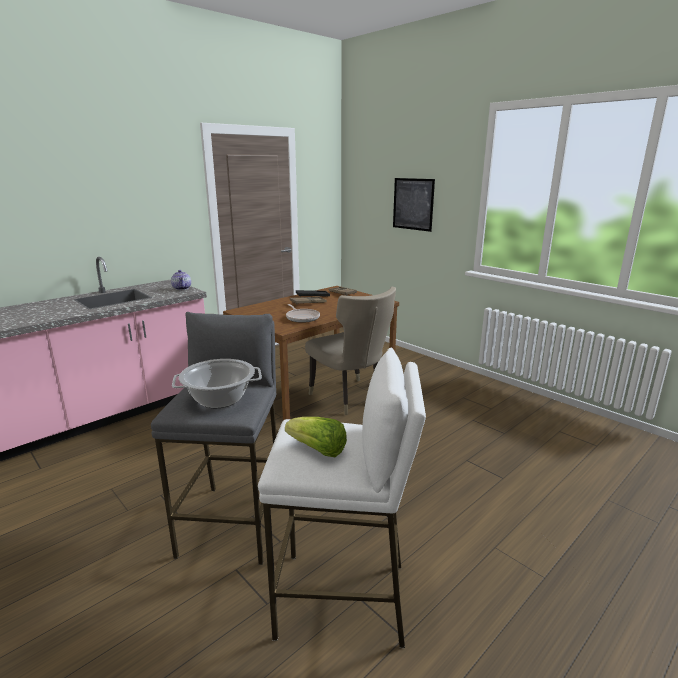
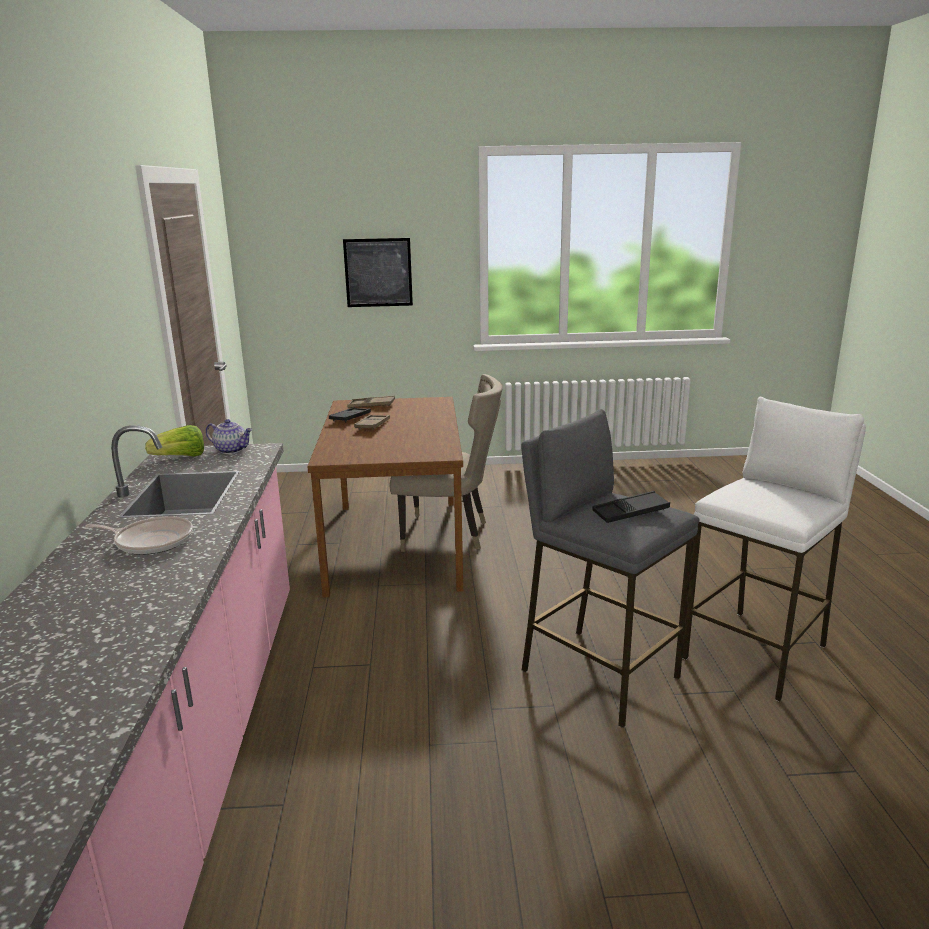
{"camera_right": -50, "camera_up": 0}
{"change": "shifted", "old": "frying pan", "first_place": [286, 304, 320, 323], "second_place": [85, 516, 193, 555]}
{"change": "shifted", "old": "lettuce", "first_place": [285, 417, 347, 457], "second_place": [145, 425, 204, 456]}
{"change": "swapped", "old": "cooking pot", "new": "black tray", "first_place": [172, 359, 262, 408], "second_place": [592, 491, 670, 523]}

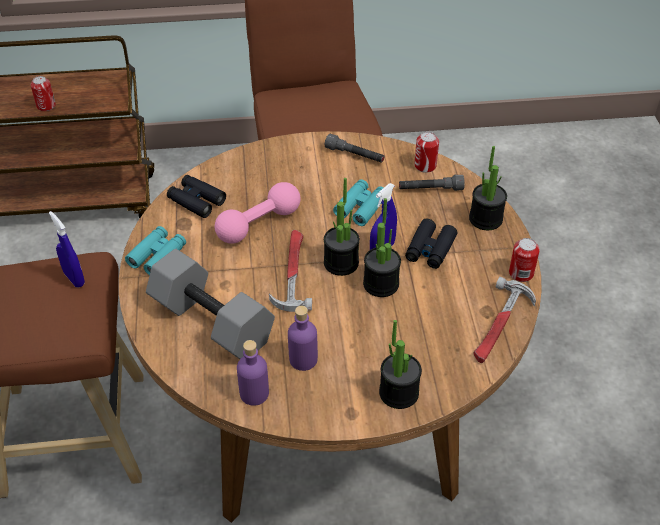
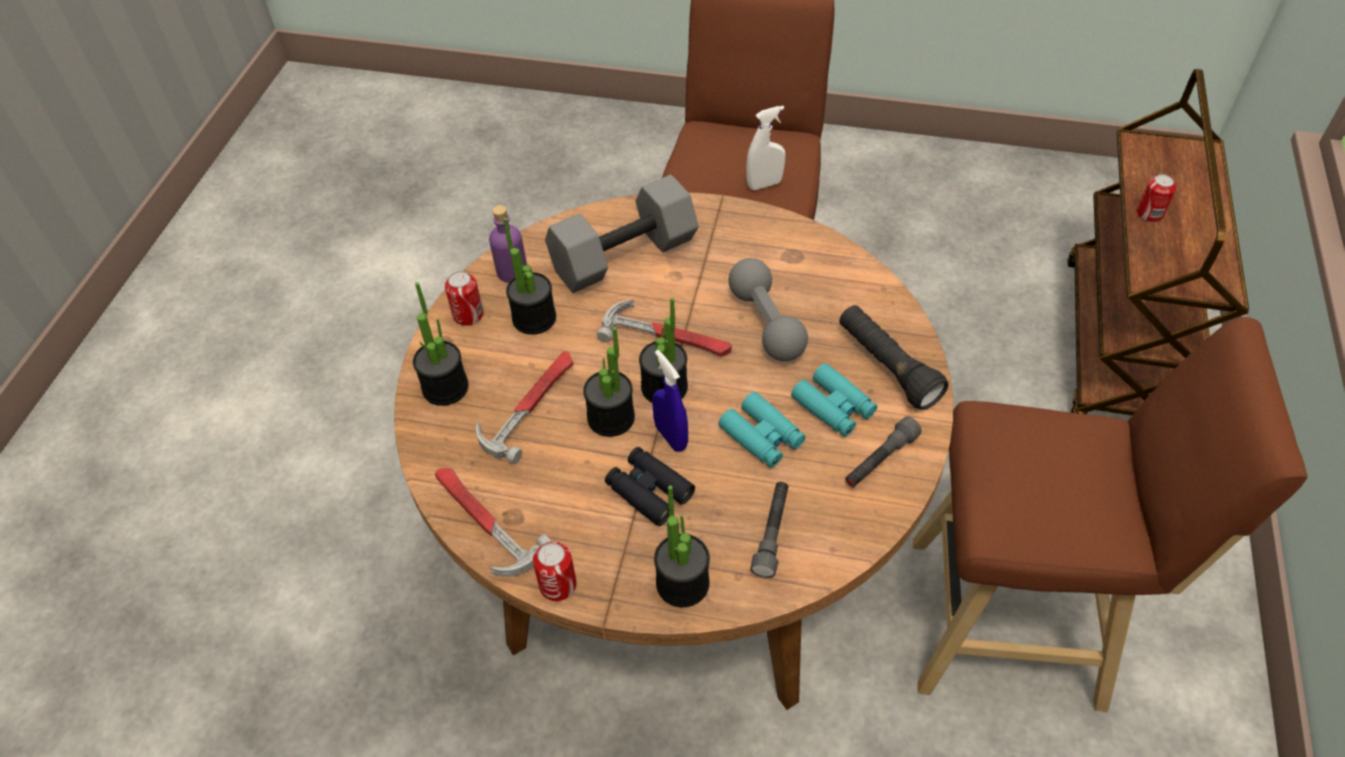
{"camera_right": 110, "camera_up": 5}
{"change": "shifted", "old": "can", "first_place": [414, 132, 439, 173], "second_place": [445, 271, 483, 326]}
{"change": "new", "new": "hammer", "second_place": [476, 351, 573, 464]}
{"change": "swapped", "old": "purple bottle", "new": "potted plant", "first_place": [288, 306, 318, 371], "second_place": [503, 218, 556, 335]}
{"change": "repainted", "old": "pink dumbbell", "new": "grey dumbbell", "first_place": [215, 182, 300, 244], "second_place": [729, 258, 808, 361]}
{"change": "repainted", "old": "blue spray bottle", "new": "white spray bottle", "first_place": [49, 211, 85, 287], "second_place": [746, 106, 785, 190]}
{"change": "shifted", "old": "turquoise binoculars", "first_place": [125, 226, 186, 275], "second_place": [791, 363, 877, 437]}
{"change": "new", "new": "black flashlight", "second_place": [839, 305, 949, 410]}
{"change": "gone", "old": "black binoculars", "first_place": [167, 175, 226, 218]}

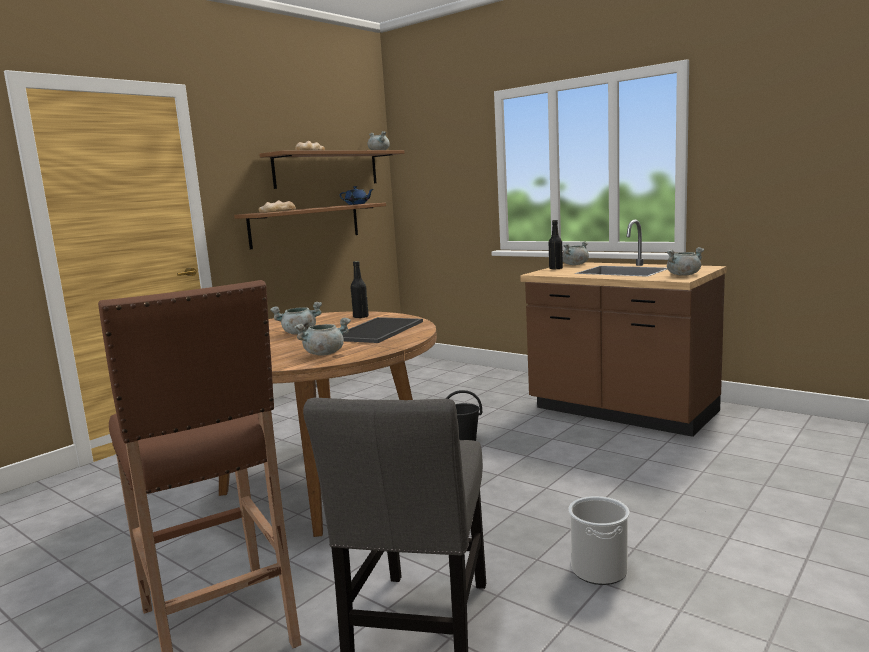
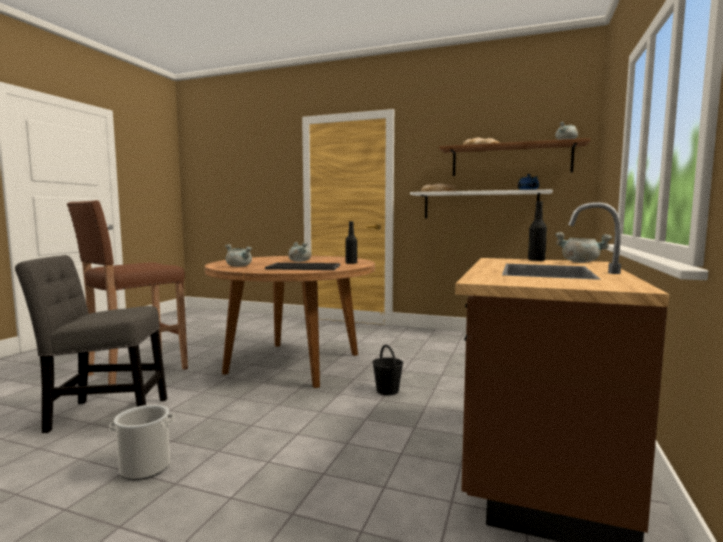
{"camera_right": 70, "camera_up": -5}
{"change": "repainted", "old": "brown shelf", "new": "white shelf", "first_place": [234, 203, 386, 250], "second_place": [410, 189, 553, 218]}
{"change": "gone", "old": "grey cooking pot", "first_place": [667, 247, 704, 276]}

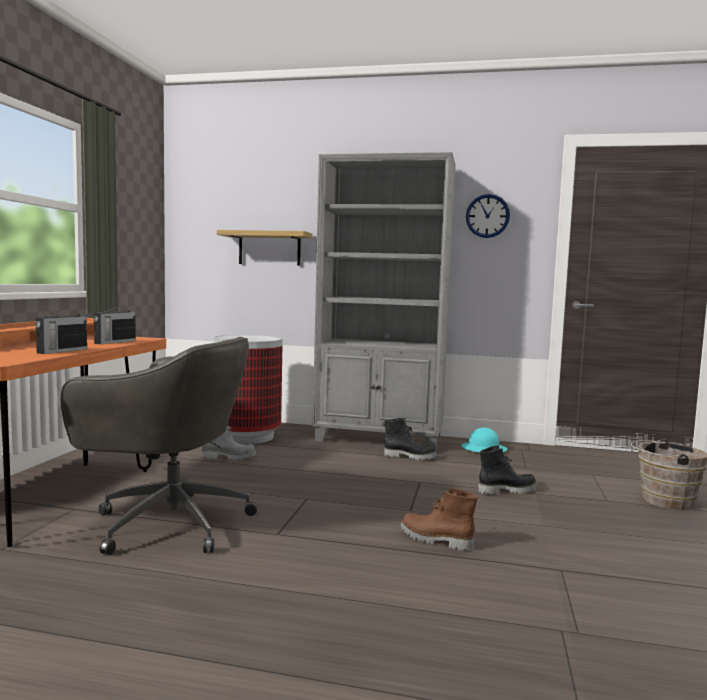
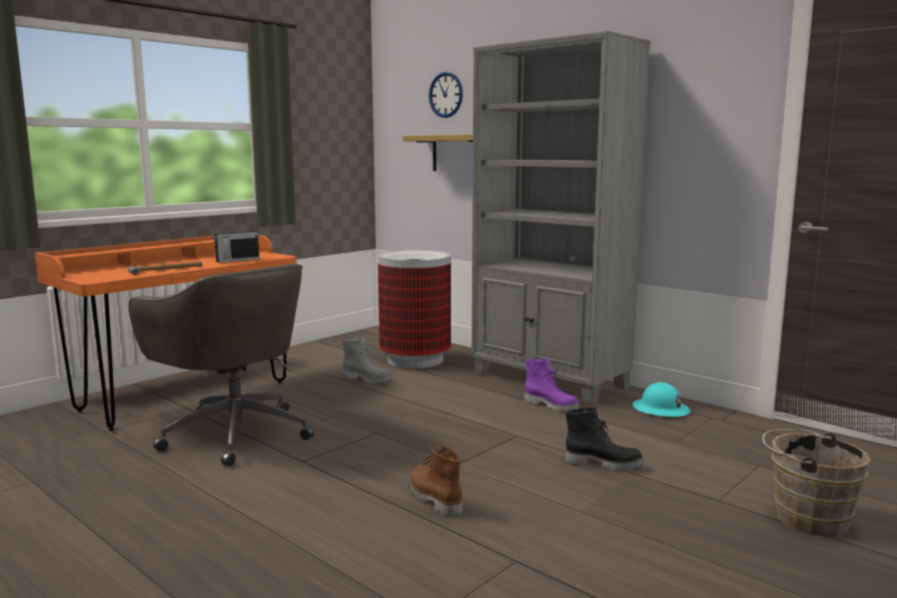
{"camera_right": 30, "camera_up": 5}
{"change": "swapped", "old": "radio", "new": "hammer", "first_place": [35, 307, 87, 354], "second_place": [128, 261, 202, 275]}
{"change": "shifted", "old": "wall clock", "first_place": [466, 194, 510, 238], "second_place": [429, 72, 463, 118]}
{"change": "repainted", "old": "black boot", "new": "purple boot", "first_place": [384, 418, 437, 460], "second_place": [525, 358, 580, 412]}

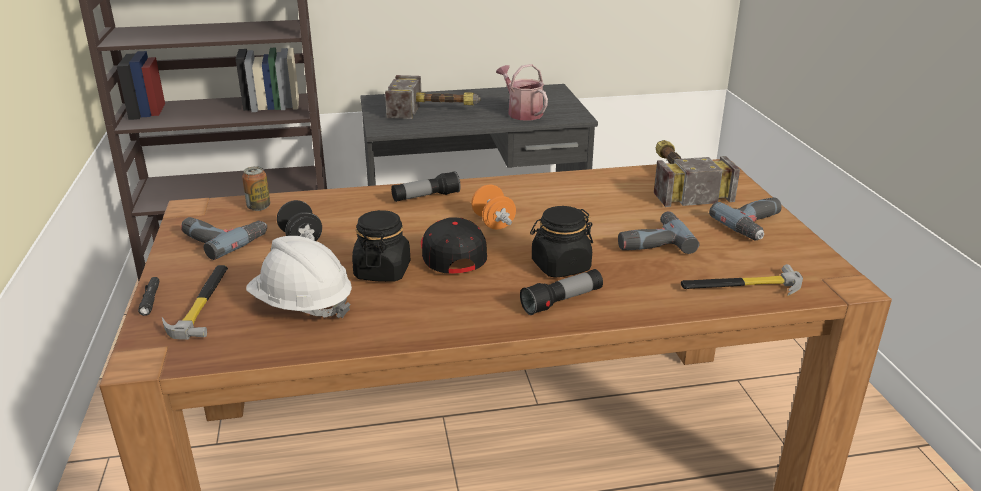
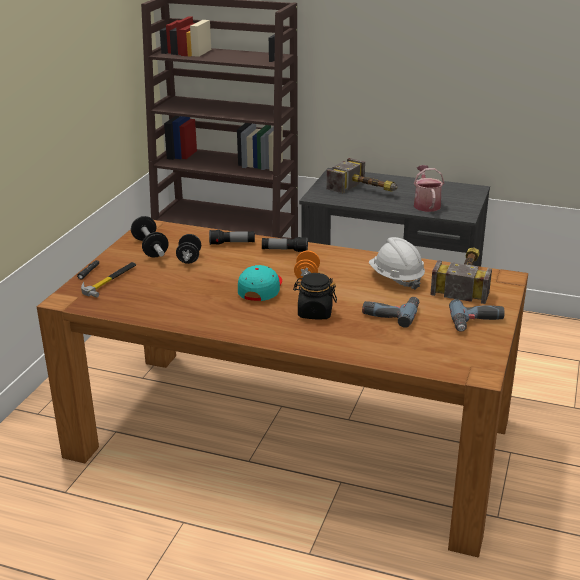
{"camera_right": 30, "camera_up": 0}
{"change": "swapped", "old": "power drill", "new": "dumbbell", "first_place": [181, 217, 267, 260], "second_place": [131, 216, 169, 257]}
{"change": "shifted", "old": "flashlight", "first_place": [520, 269, 603, 315], "second_place": [209, 230, 255, 245]}
{"change": "repainted", "old": "black cap", "new": "turquoise cap", "first_place": [421, 217, 487, 274], "second_place": [238, 265, 282, 301]}
{"change": "shifted", "old": "white hard hat", "first_place": [246, 236, 352, 318], "second_place": [369, 237, 425, 290]}
{"change": "gone", "old": "can", "first_place": [242, 166, 270, 211]}
{"change": "gone", "old": "black jar", "first_place": [352, 210, 410, 282]}
{"change": "gone", "old": "hammer", "first_place": [681, 264, 803, 296]}

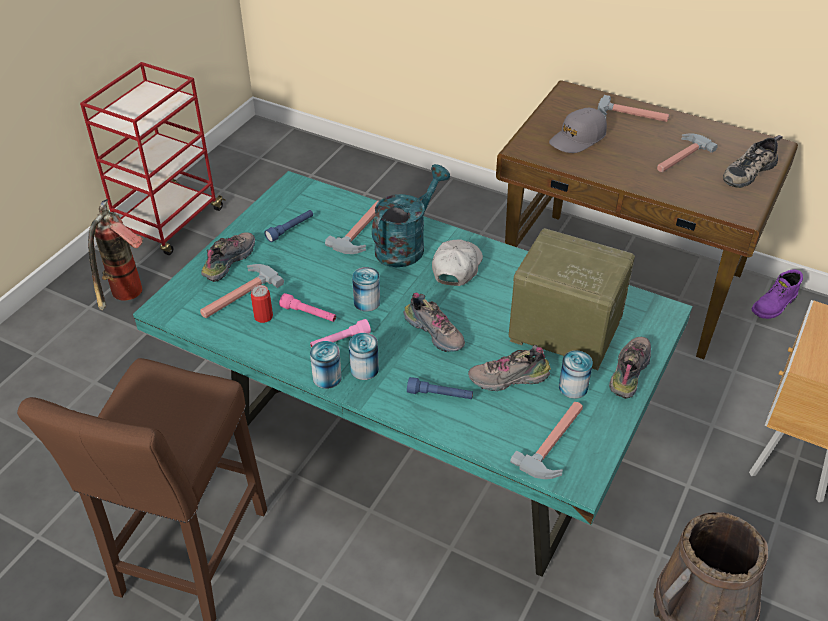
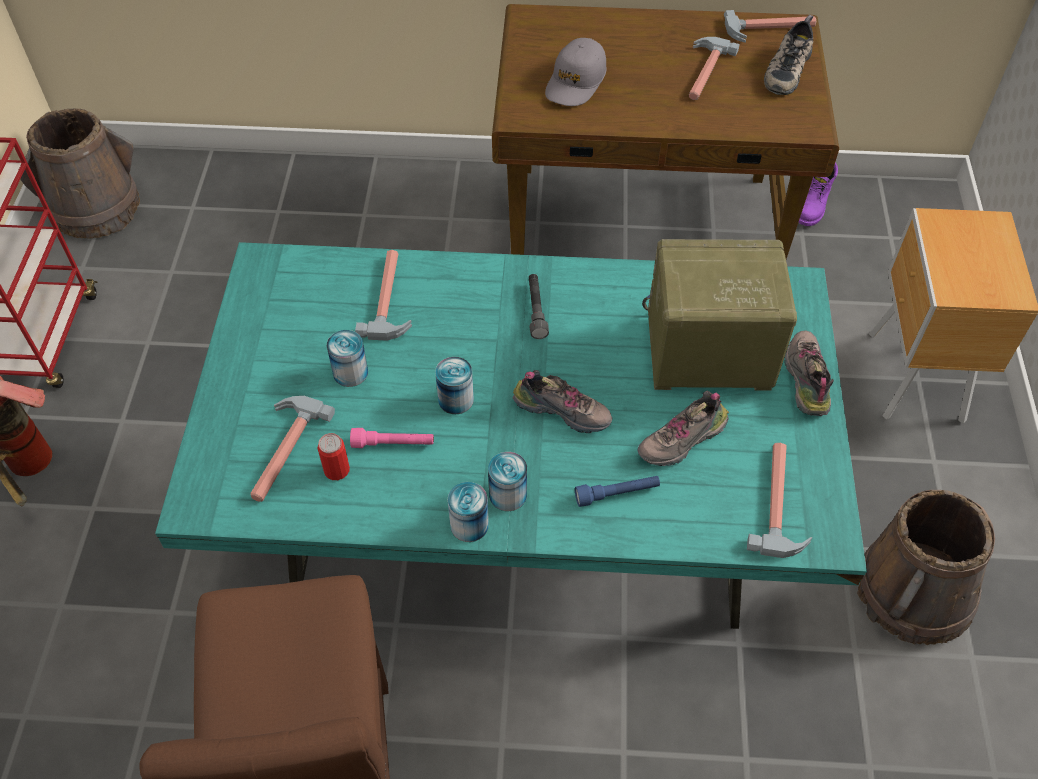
{"camera_right": -25, "camera_up": 10}
{"change": "new", "new": "brown bucket", "second_place": [20, 108, 140, 239]}
{"change": "shifted", "old": "can", "first_place": [559, 350, 593, 399], "second_place": [327, 330, 368, 387]}
{"change": "swapped", "old": "white cap", "new": "grey flashlight", "first_place": [432, 239, 483, 286], "second_place": [529, 274, 549, 339]}
{"change": "shifted", "old": "hammer", "first_place": [598, 95, 669, 122], "second_place": [724, 10, 816, 43]}
{"change": "gone", "old": "shoe", "first_place": [201, 232, 255, 282]}
{"change": "gone", "old": "blue flashlight", "first_place": [264, 210, 313, 242]}
{"change": "gone", "old": "pink flashlight", "first_place": [310, 319, 371, 348]}
{"change": "gone", "old": "turquoise watering can", "first_place": [372, 164, 450, 267]}

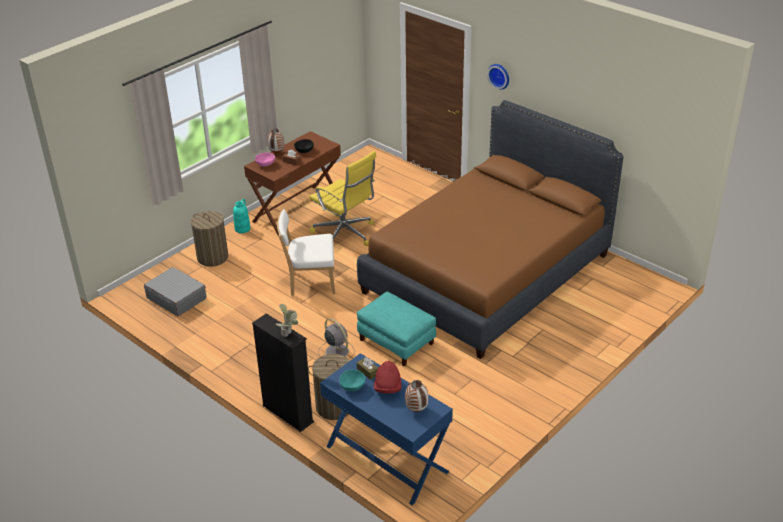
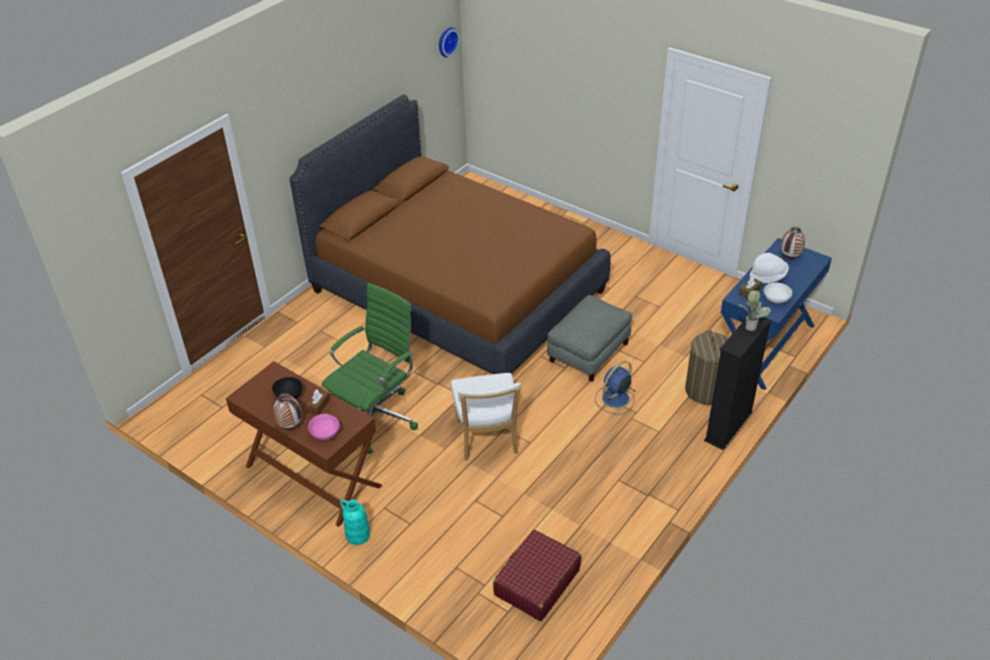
{"camera_right": -95, "camera_up": 5}
{"change": "repainted", "old": "yellow office chair", "new": "green office chair", "first_place": [309, 151, 376, 246], "second_place": [322, 283, 418, 454]}
{"change": "shifted", "old": "wall clock", "first_place": [487, 64, 509, 90], "second_place": [439, 27, 460, 57]}
{"change": "repainted", "old": "grey suitcase", "new": "red suitcase", "first_place": [144, 267, 206, 316], "second_place": [493, 530, 581, 621]}
{"change": "repainted", "old": "turquoise ottoman", "new": "grey ottoman", "first_place": [357, 292, 436, 366], "second_place": [547, 295, 632, 382]}
{"change": "repainted", "old": "grey fan", "new": "blue fan", "first_place": [319, 318, 355, 360], "second_place": [595, 361, 635, 415]}
{"change": "repainted", "old": "red hat", "new": "white hat", "first_place": [374, 361, 402, 394], "second_place": [750, 253, 789, 284]}
{"change": "repainted", "old": "turquoise bowl", "new": "white bowl", "first_place": [339, 370, 365, 392], "second_place": [764, 283, 792, 303]}
{"change": "gone", "old": "laundry basket", "first_place": [191, 211, 228, 267]}

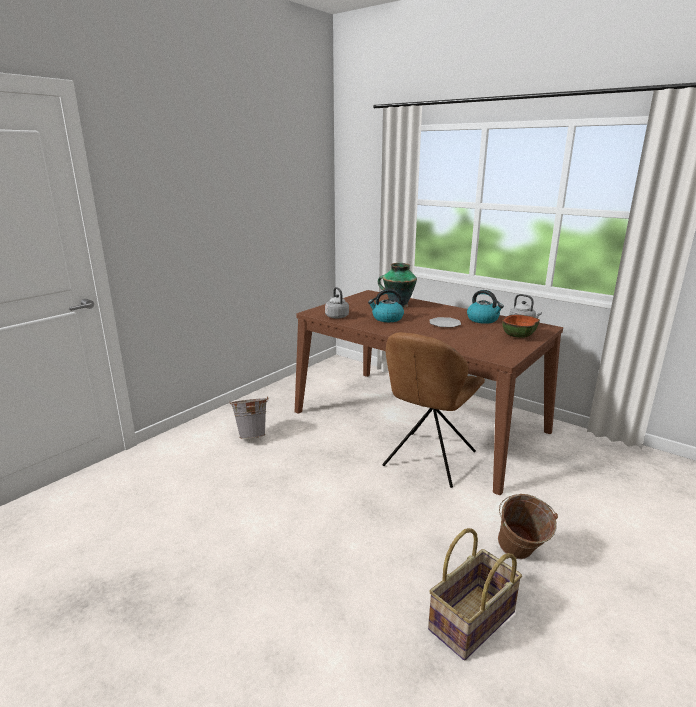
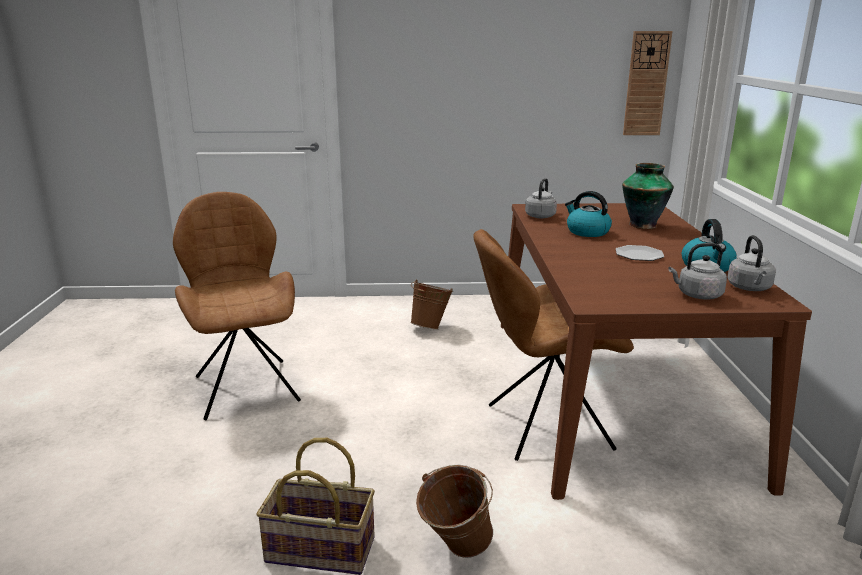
{"camera_right": 50, "camera_up": 0}
{"change": "new", "new": "brown chair", "second_place": [173, 192, 301, 420]}
{"change": "repainted", "old": "grey bucket", "new": "brown bucket", "first_place": [229, 396, 269, 439], "second_place": [410, 280, 453, 329]}
{"change": "new", "new": "wall clock", "second_place": [623, 31, 673, 135]}
{"change": "swapped", "old": "bowl", "new": "grey kettle", "first_place": [502, 314, 540, 338], "second_place": [668, 243, 727, 300]}

